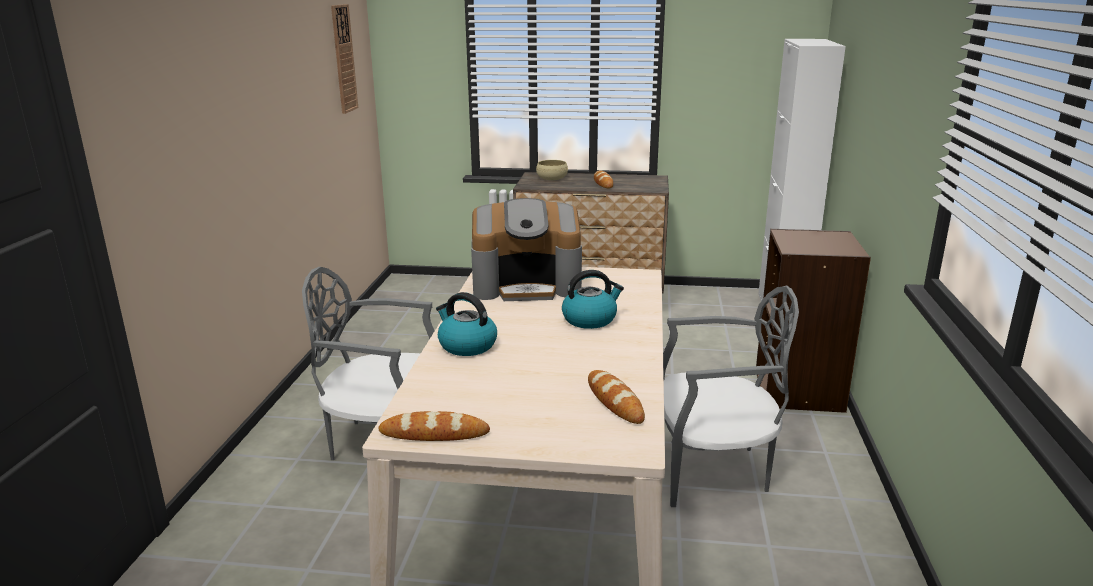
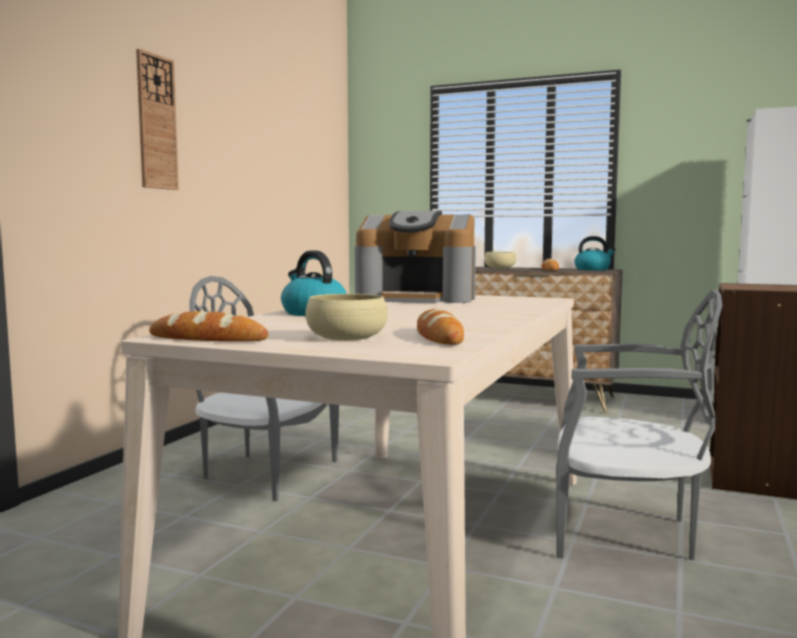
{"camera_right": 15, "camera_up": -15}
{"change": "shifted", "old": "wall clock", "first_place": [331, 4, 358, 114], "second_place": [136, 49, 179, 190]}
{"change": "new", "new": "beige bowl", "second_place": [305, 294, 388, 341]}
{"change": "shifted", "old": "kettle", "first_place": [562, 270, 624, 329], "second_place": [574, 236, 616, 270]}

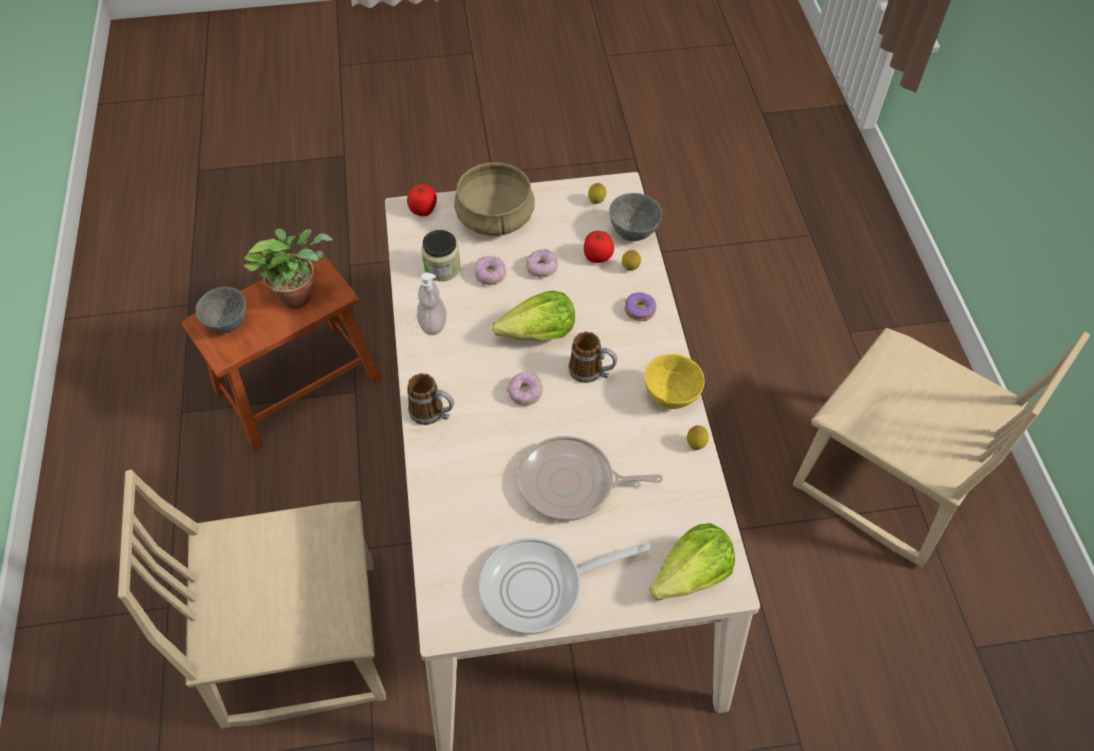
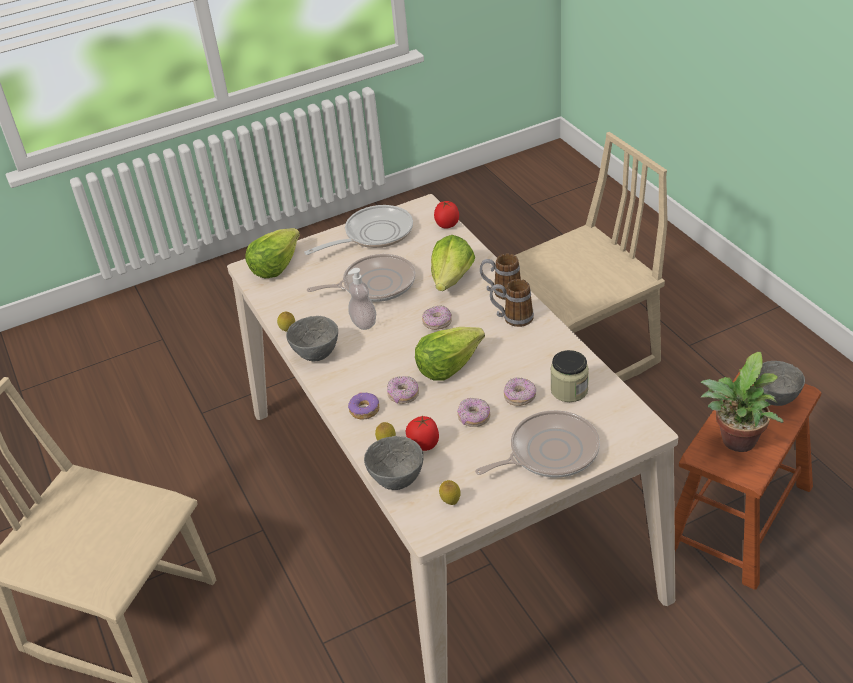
{"camera_right": 165, "camera_up": -15}
{"change": "repainted", "old": "yellow bowl", "new": "grey bowl", "first_place": [644, 354, 705, 409], "second_place": [286, 316, 338, 361]}
{"change": "shifted", "old": "soap dispenser", "first_place": [417, 273, 447, 335], "second_place": [348, 268, 376, 330]}
{"change": "new", "new": "donut", "second_place": [387, 376, 419, 404]}
{"change": "new", "new": "lettuce", "second_place": [431, 235, 475, 291]}
{"change": "shifted", "old": "tomato", "first_place": [407, 184, 437, 216], "second_place": [434, 201, 459, 229]}
{"change": "swapped", "old": "beige cooking pot", "new": "frying pan", "first_place": [454, 159, 535, 236], "second_place": [475, 410, 600, 478]}
{"change": "shifted", "old": "mug", "first_place": [569, 332, 617, 383], "second_place": [490, 279, 534, 327]}

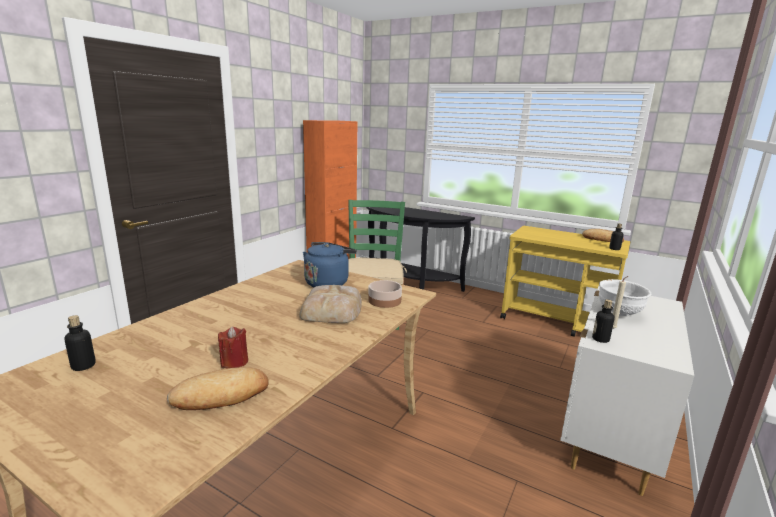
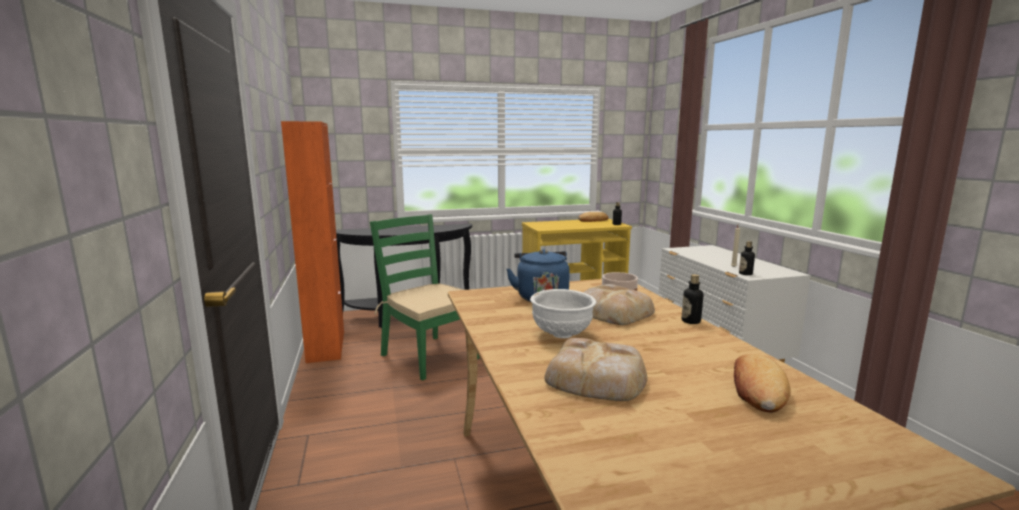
{"camera_right": -45, "camera_up": -5}
{"change": "shifted", "old": "white bowl", "first_place": [599, 279, 651, 316], "second_place": [530, 289, 596, 339]}
{"change": "new", "new": "bread", "second_place": [544, 338, 647, 401]}
{"change": "shifted", "old": "bottle", "first_place": [64, 315, 96, 371], "second_place": [682, 274, 703, 324]}
{"change": "gone", "old": "red candle", "first_place": [218, 326, 248, 368]}

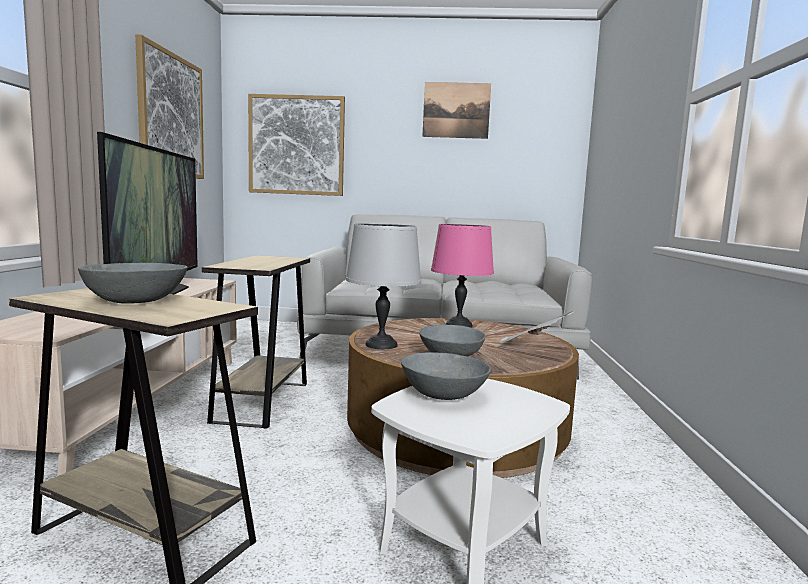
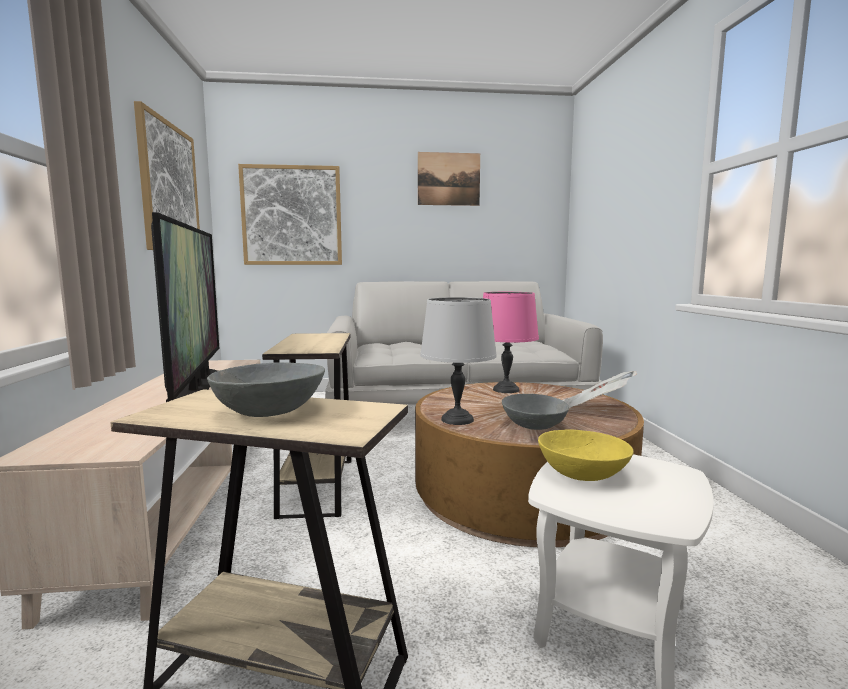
{"camera_right": -10, "camera_up": 0}
{"change": "repainted", "old": "grey bowl", "new": "yellow bowl", "first_place": [401, 352, 491, 400], "second_place": [538, 429, 634, 481]}

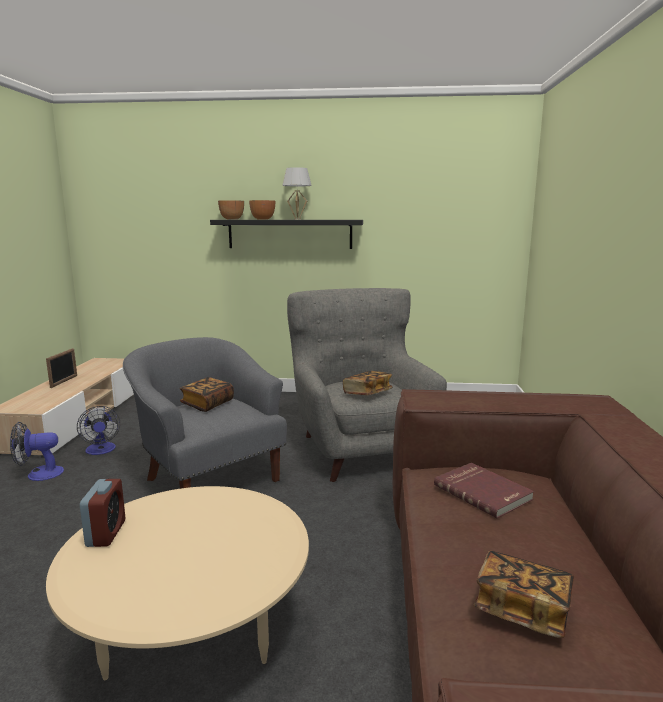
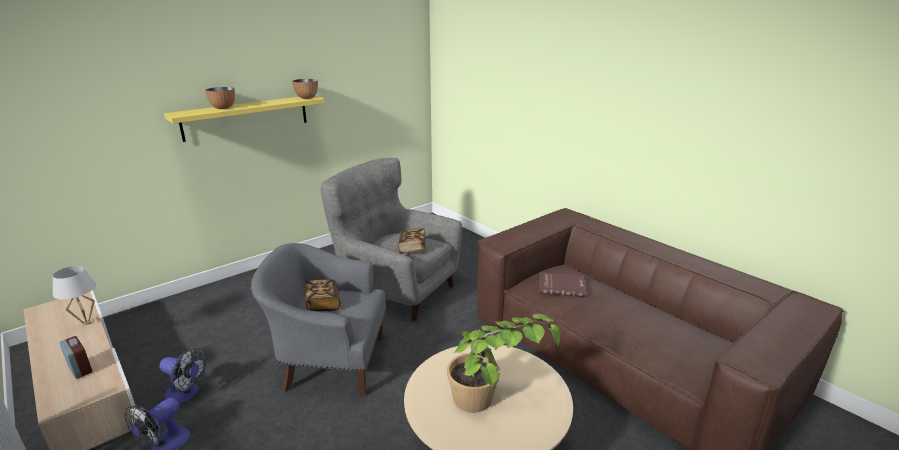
{"camera_right": -45, "camera_up": 10}
{"change": "shifted", "old": "white table lamp", "first_place": [282, 167, 312, 220], "second_place": [53, 266, 96, 326]}
{"change": "shifted", "old": "alarm clock", "first_place": [80, 479, 125, 547], "second_place": [59, 336, 93, 379]}
{"change": "repainted", "old": "black shelf", "new": "yellow shelf", "first_place": [210, 220, 363, 249], "second_place": [164, 96, 325, 142]}
{"change": "shifted", "old": "bowl", "first_place": [218, 200, 244, 219], "second_place": [292, 79, 318, 99]}
{"change": "new", "new": "potted plant", "second_place": [447, 314, 560, 413]}
{"change": "gone", "old": "picture frame", "first_place": [46, 348, 77, 388]}
{"change": "gone", "old": "book", "first_place": [474, 551, 574, 638]}

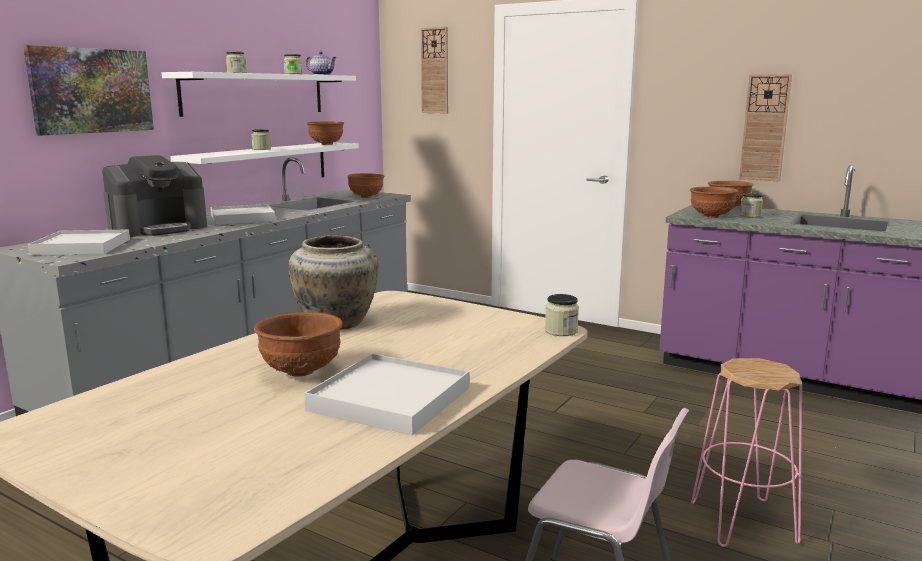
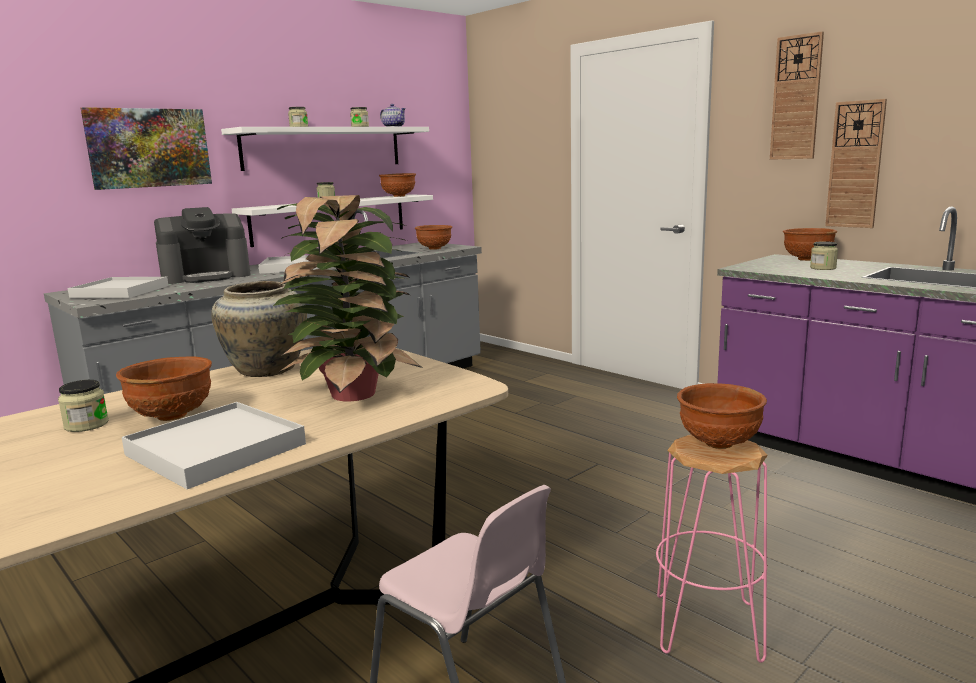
{"camera_right": 15, "camera_up": 0}
{"change": "shifted", "old": "jar", "first_place": [545, 294, 579, 336], "second_place": [58, 380, 109, 432]}
{"change": "new", "new": "potted plant", "second_place": [273, 195, 422, 401]}
{"change": "shifted", "old": "brown bowl", "first_place": [690, 187, 738, 218], "second_place": [677, 383, 767, 449]}
{"change": "shifted", "old": "wall clock", "first_place": [421, 27, 448, 113], "second_place": [770, 31, 824, 160]}

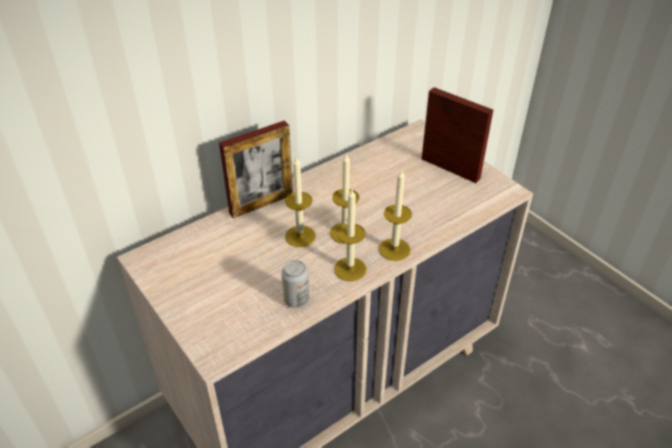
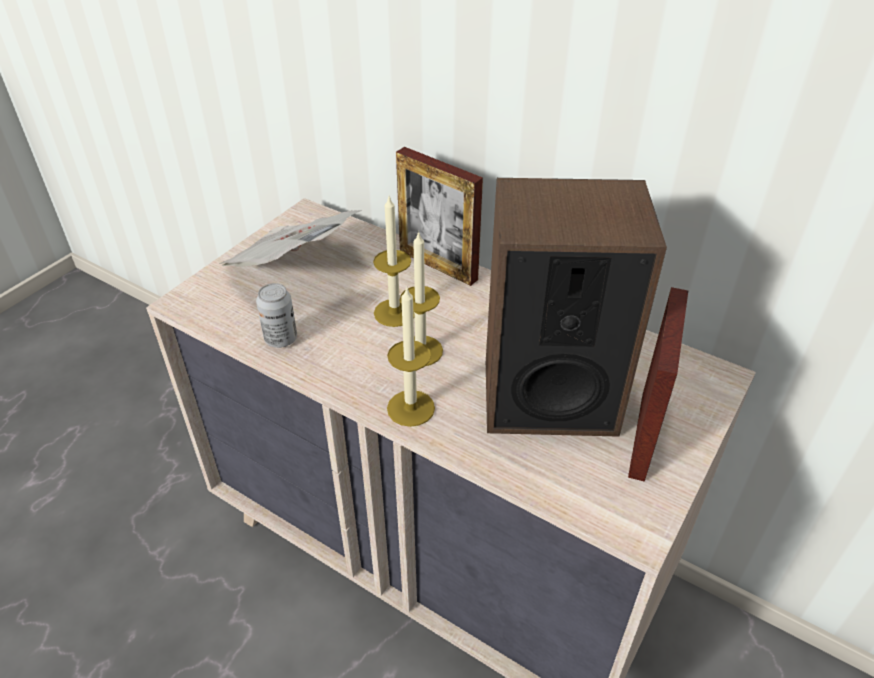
{"camera_right": 70, "camera_up": 0}
{"change": "new", "new": "newspaper", "second_place": [219, 210, 362, 267]}
{"change": "new", "new": "speaker", "second_place": [486, 178, 667, 437]}
{"change": "gone", "old": "candle", "first_place": [334, 189, 367, 281]}

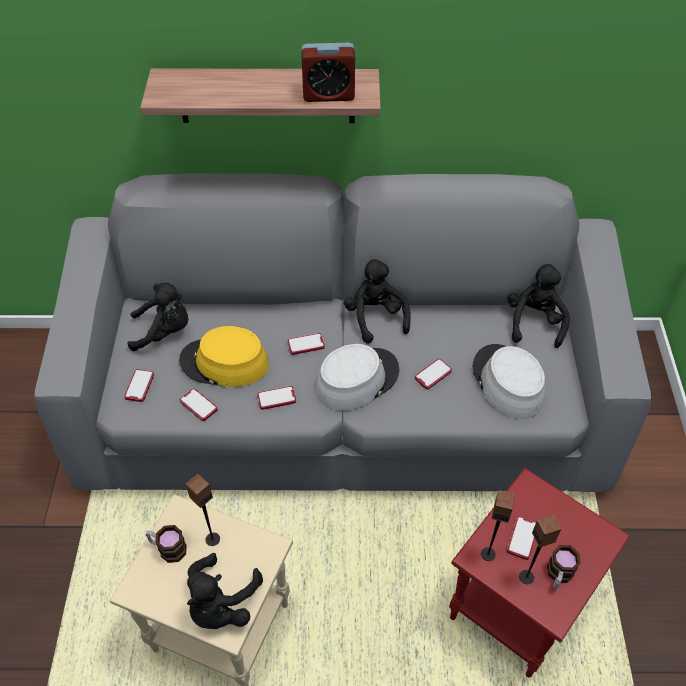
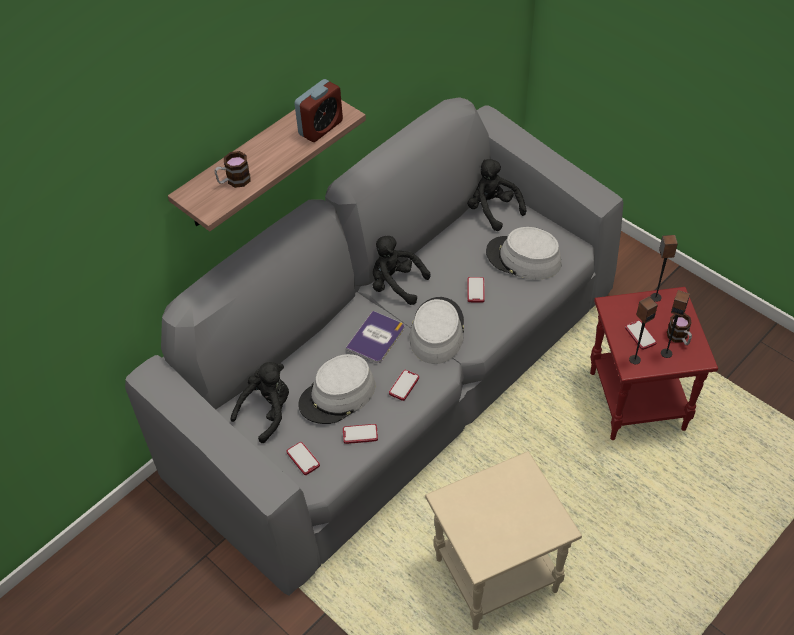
{"camera_right": -45, "camera_up": 0}
{"change": "shifted", "old": "mug", "first_place": [146, 525, 186, 563], "second_place": [215, 151, 251, 188]}
{"change": "repainted", "old": "yellow hat", "new": "grey hat", "first_place": [179, 326, 269, 387], "second_place": [298, 354, 375, 424]}
{"change": "swapped", "old": "phone", "new": "book", "first_place": [288, 333, 325, 355], "second_place": [346, 311, 404, 363]}
{"change": "shifted", "old": "speaker", "first_place": [186, 474, 220, 546], "second_place": [650, 235, 678, 302]}
{"change": "gone", "old": "black plush toy", "first_place": [187, 553, 263, 629]}

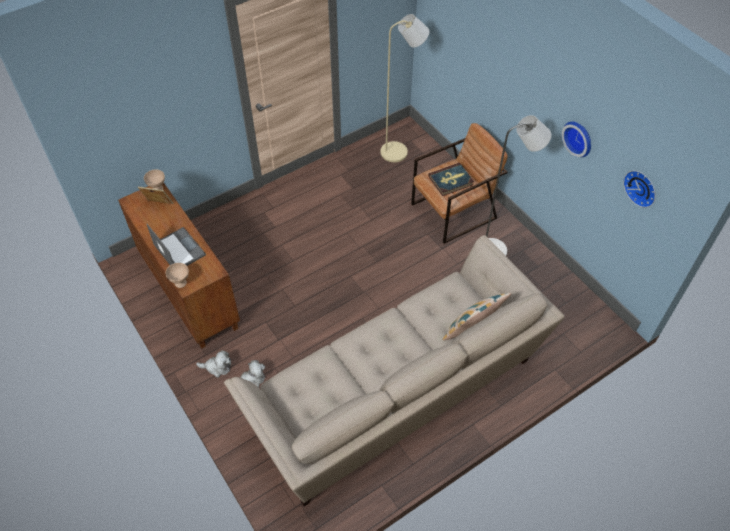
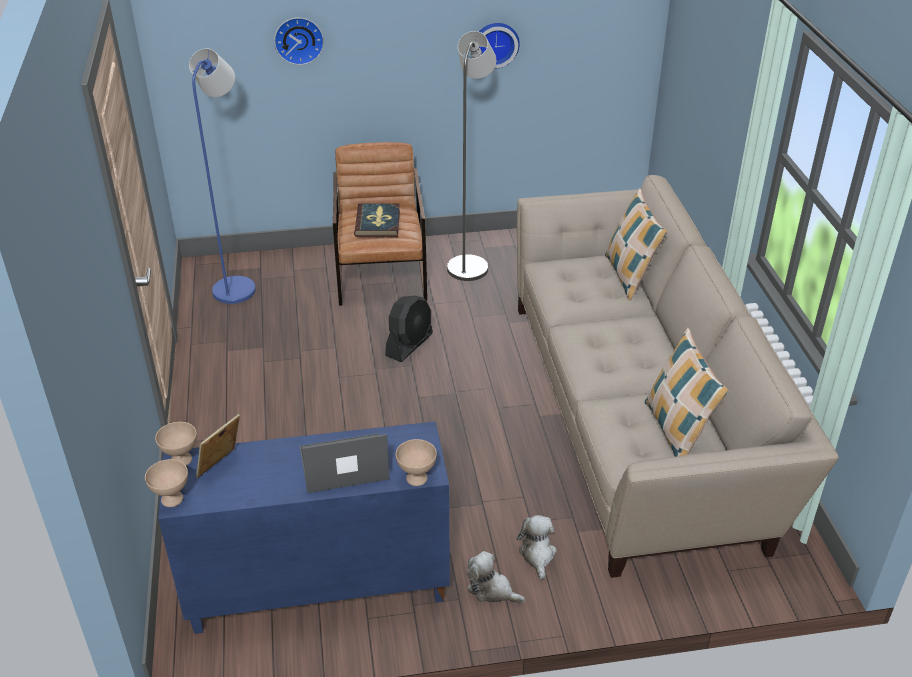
{"camera_right": -65, "camera_up": -15}
{"change": "new", "new": "beige bowl", "second_place": [145, 459, 188, 507]}
{"change": "repainted", "old": "brown cabinet", "new": "blue cabinet", "first_place": [118, 183, 240, 349], "second_place": [158, 421, 450, 634]}
{"change": "repainted", "old": "beige floor lamp", "new": "blue floor lamp", "first_place": [380, 14, 429, 162], "second_place": [189, 48, 256, 304]}
{"change": "shifted", "old": "wall clock", "first_place": [623, 171, 656, 208], "second_place": [274, 18, 324, 65]}
{"change": "new", "new": "black fan", "second_place": [385, 296, 433, 362]}
{"change": "rotated", "old": "plush toy", "first_place": [196, 350, 231, 378], "second_place": [467, 551, 525, 603], "degrees": -90}
{"change": "new", "new": "pillow", "second_place": [645, 328, 729, 457]}

